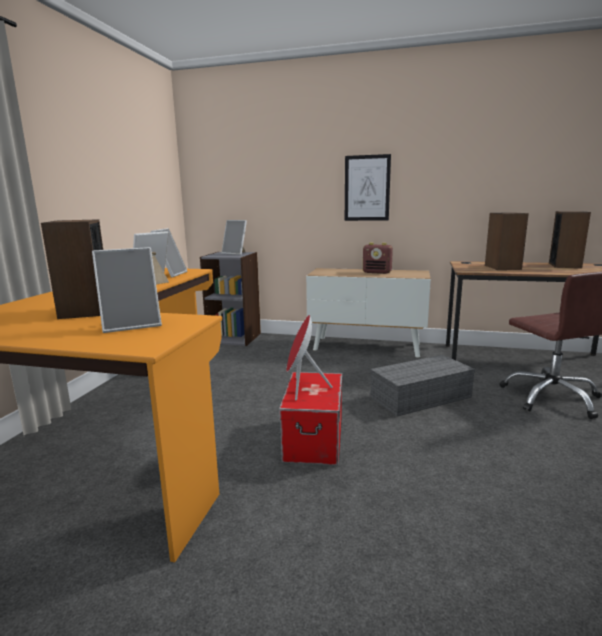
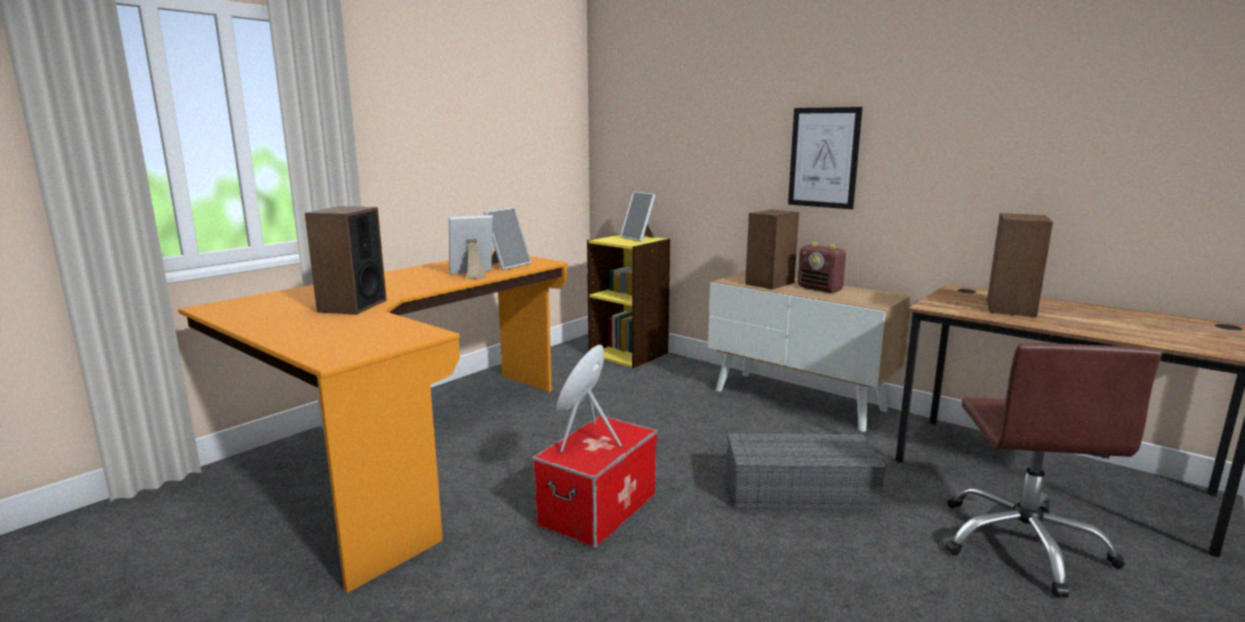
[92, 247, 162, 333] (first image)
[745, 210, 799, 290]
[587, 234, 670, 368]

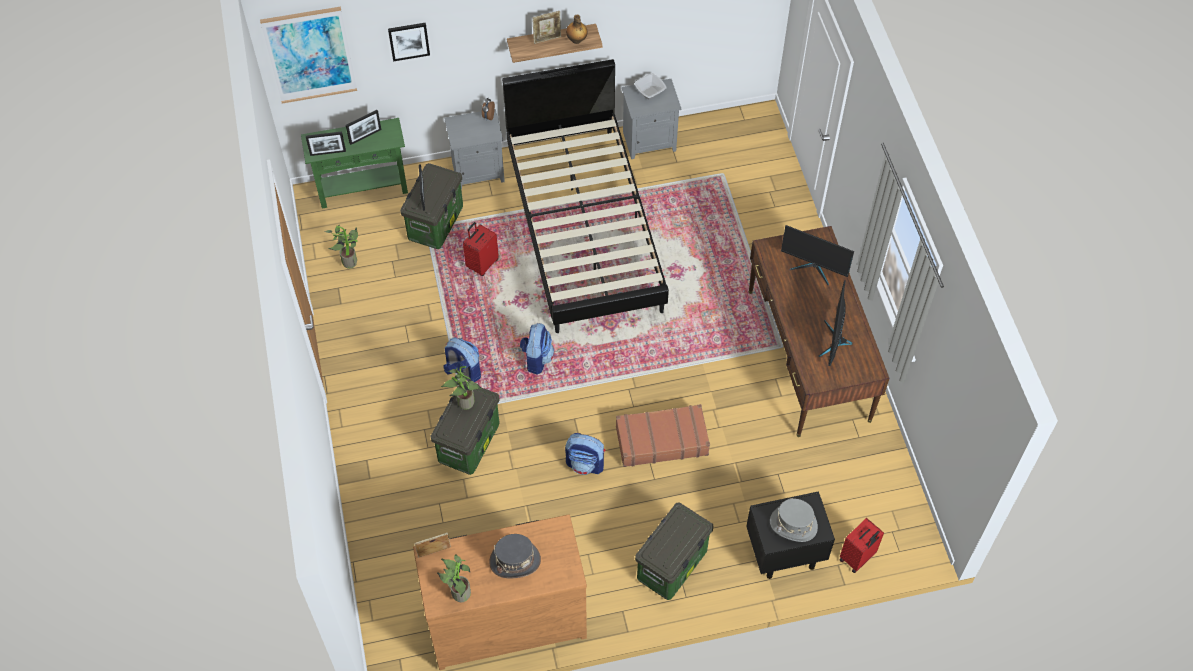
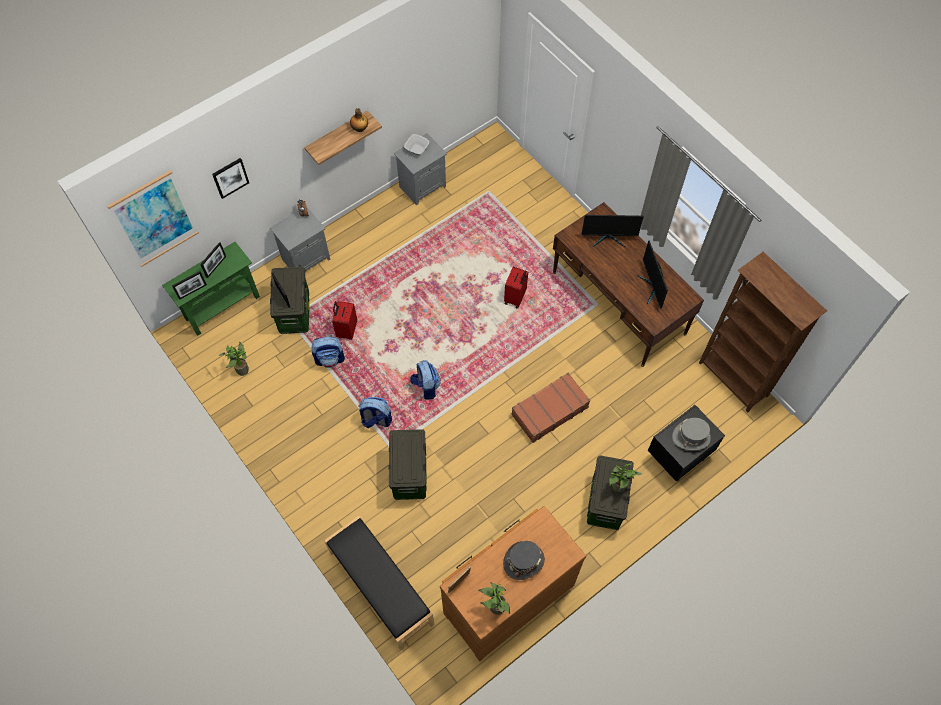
[502, 59, 669, 333] (first image)
[532, 11, 561, 44] (first image)
[324, 516, 434, 651]
[699, 252, 827, 413]
[609, 463, 643, 492]
[311, 337, 345, 368]
[504, 267, 528, 309]

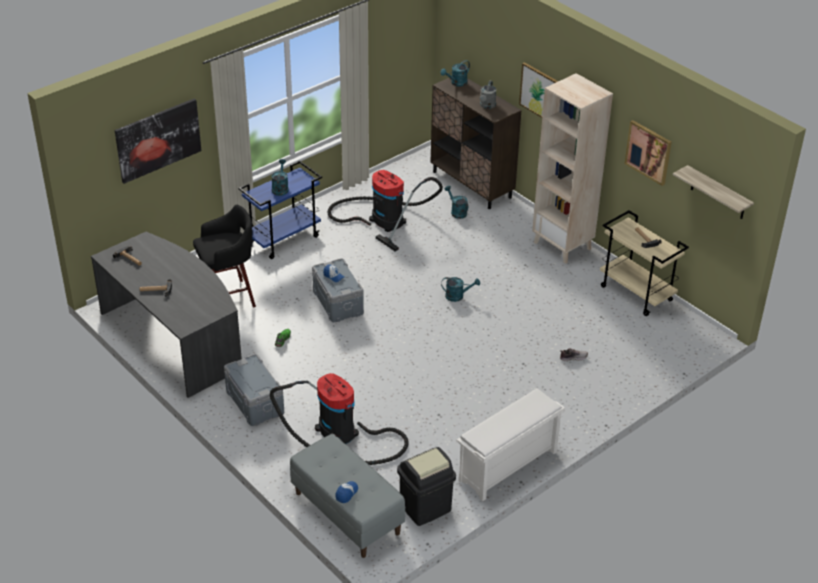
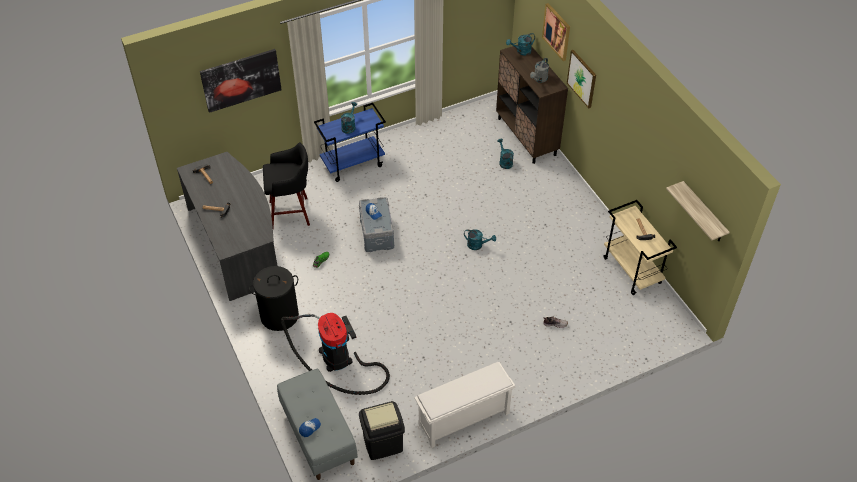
[328, 170, 443, 251] (first image)
[532, 73, 613, 264] (first image)
[542, 3, 570, 61]
[249, 266, 299, 331]

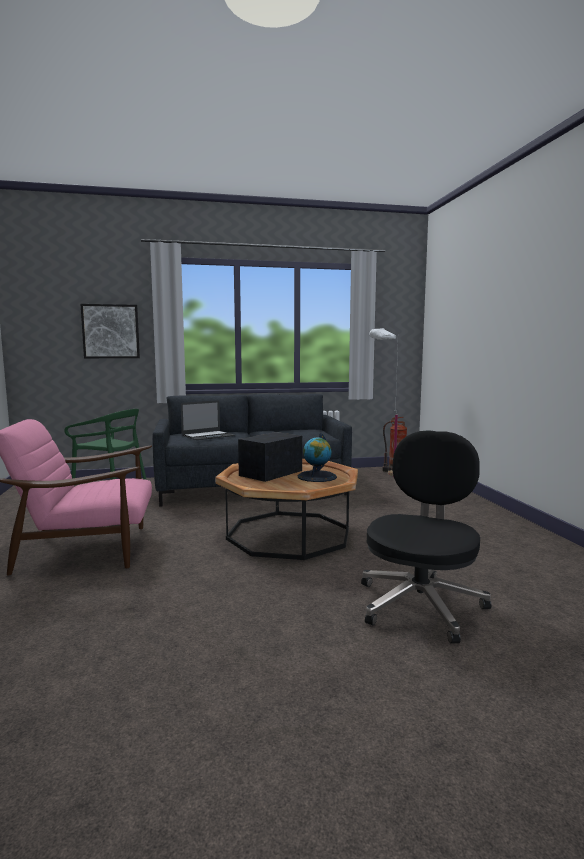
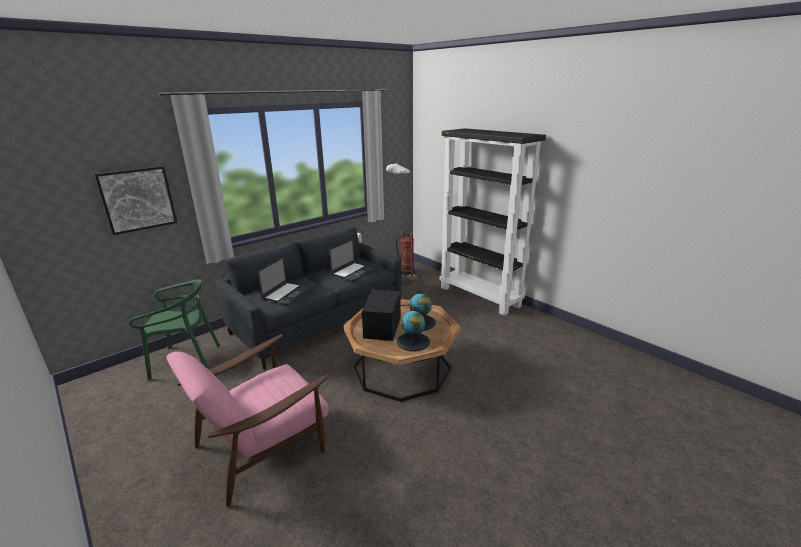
[361, 430, 492, 644] (first image)
[329, 239, 374, 281]
[397, 306, 430, 351]
[439, 128, 546, 316]

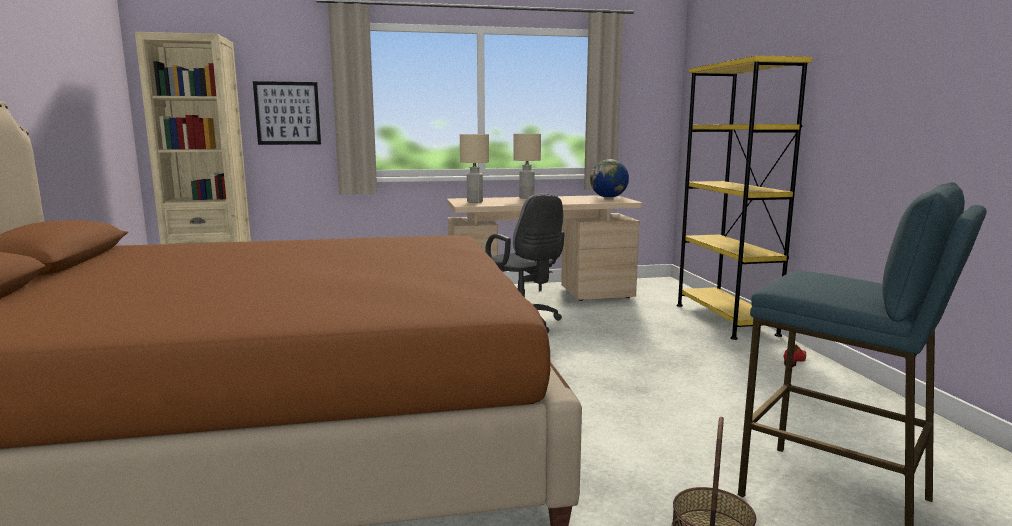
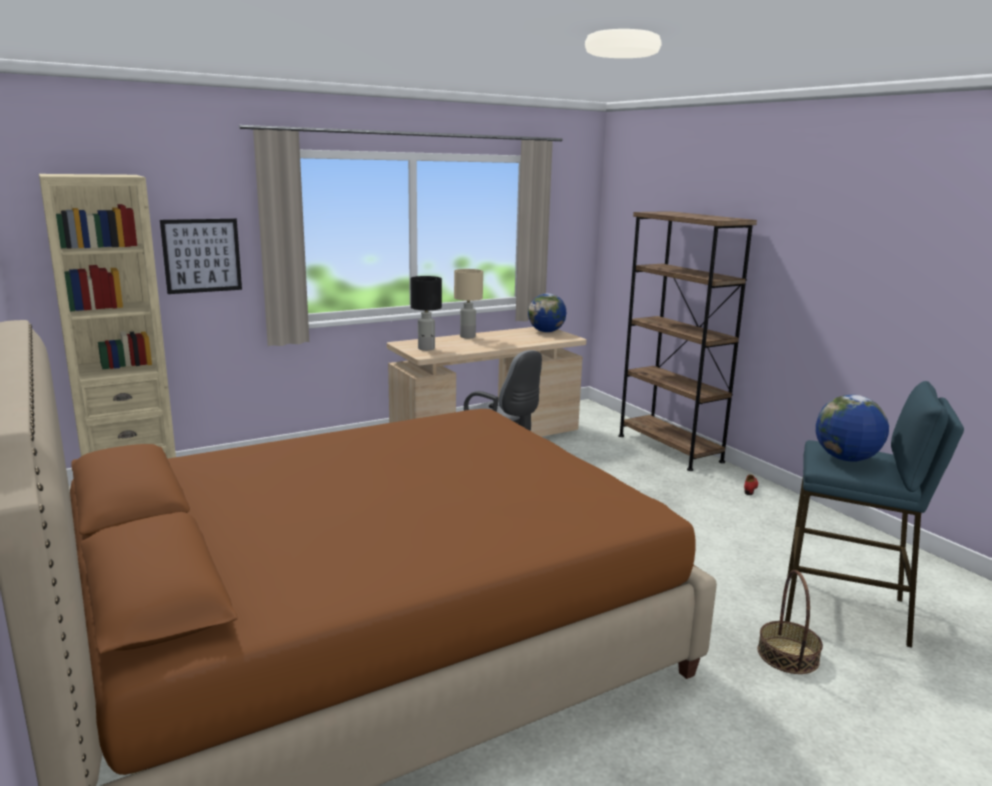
[816, 395, 889, 461]
[411, 276, 442, 351]
[618, 211, 757, 471]

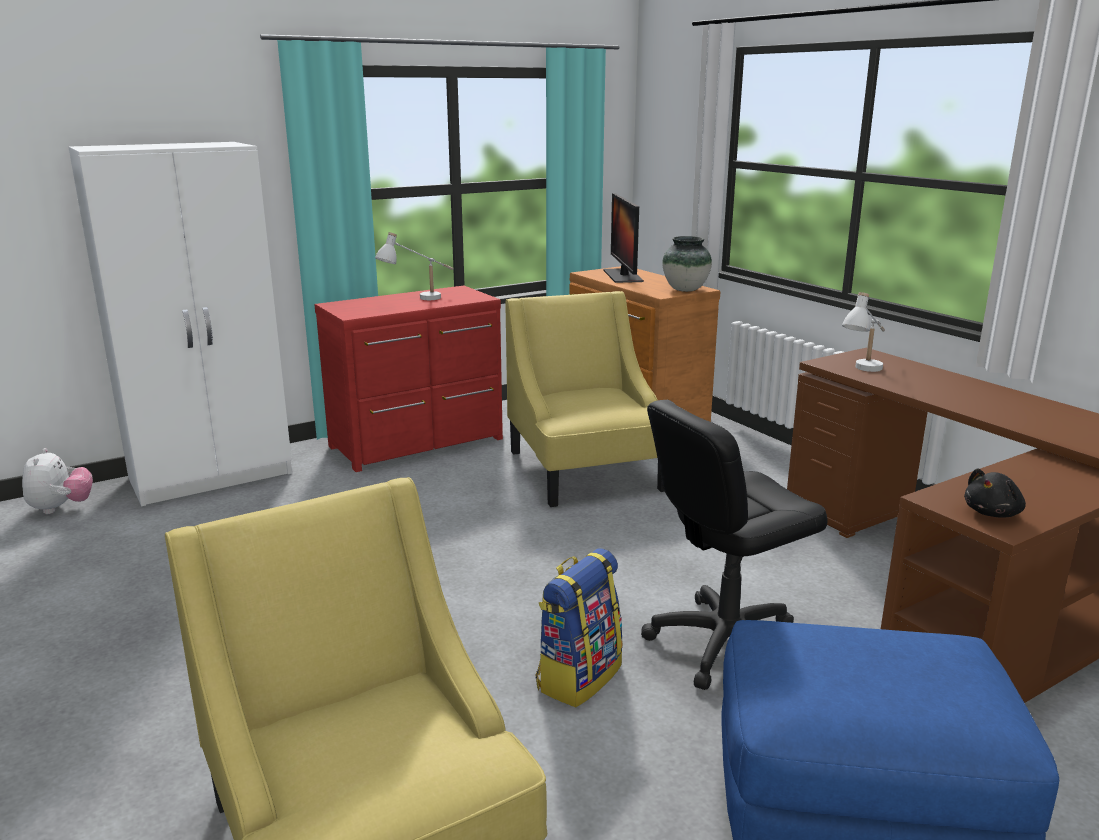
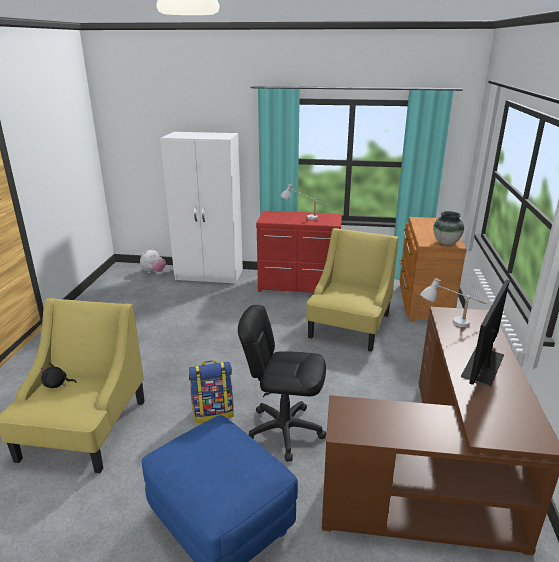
[461, 280, 510, 387]
[41, 363, 76, 388]

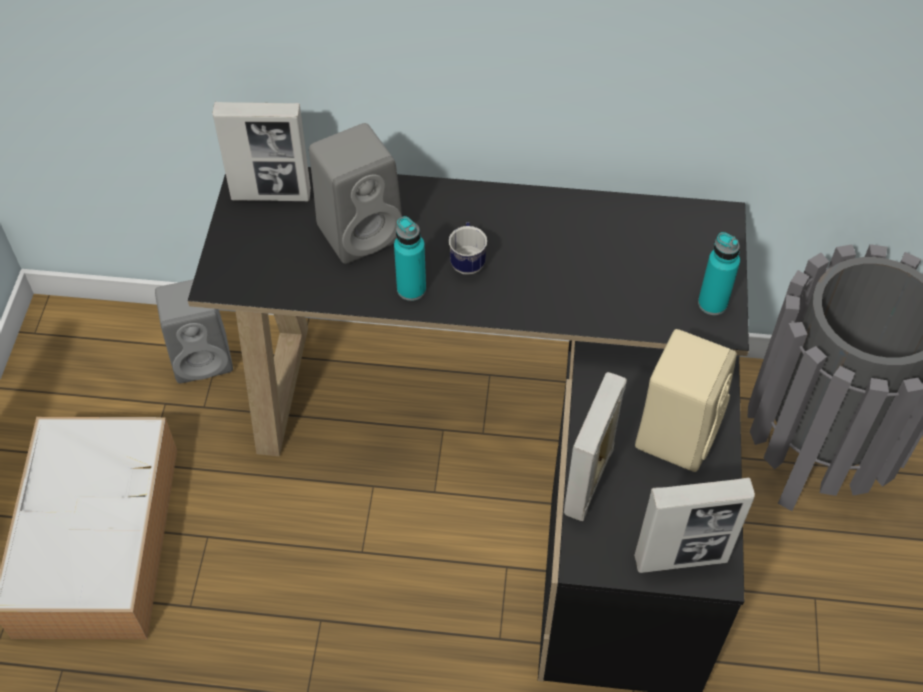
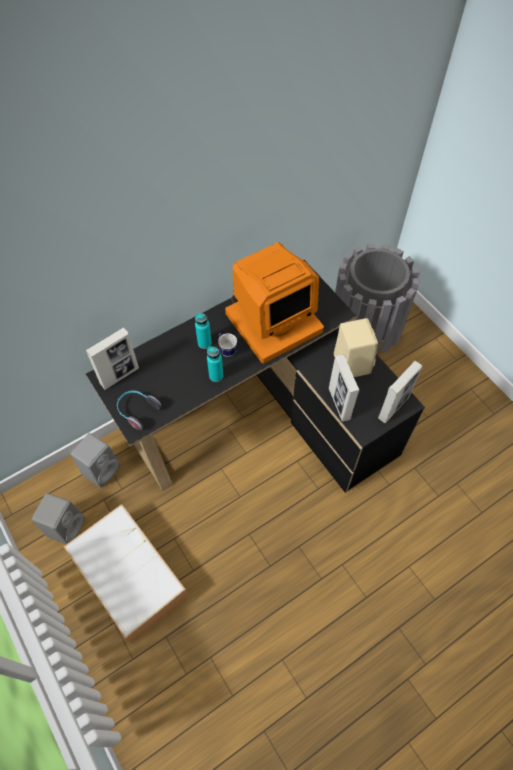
[117, 391, 162, 430]
[225, 242, 324, 364]
[32, 493, 85, 544]
[195, 313, 212, 349]

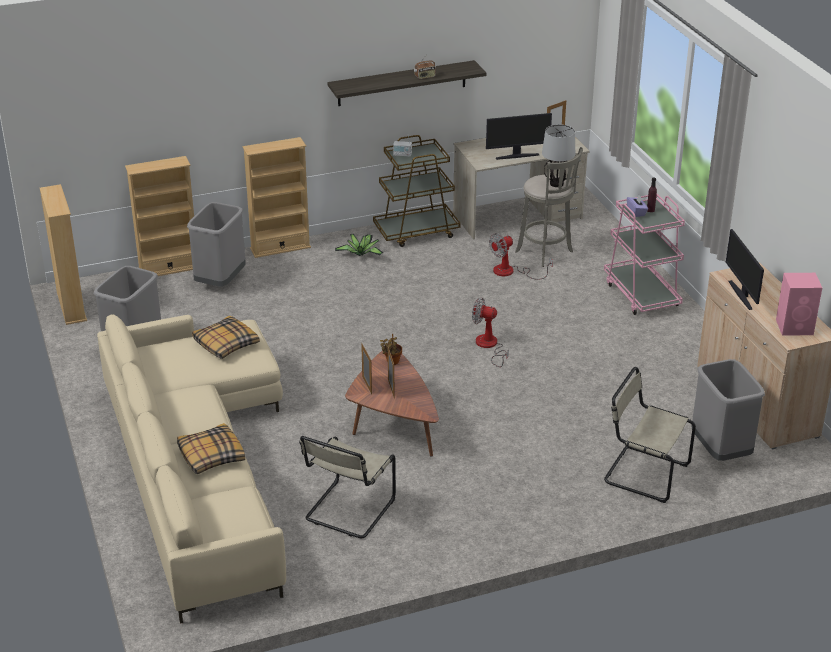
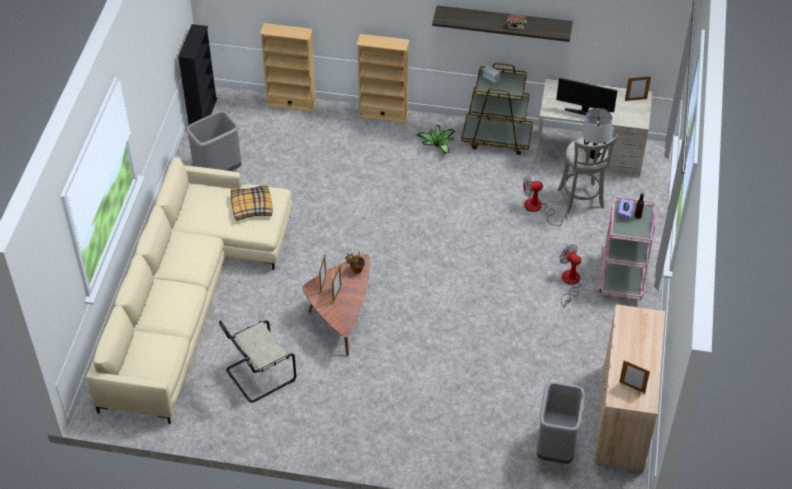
[177, 423, 245, 474] (first image)
[187, 202, 246, 287] (first image)
[604, 367, 696, 503] (first image)
[726, 229, 764, 310] (first image)
[559, 244, 581, 307]
[619, 360, 650, 393]
[178, 24, 217, 125]

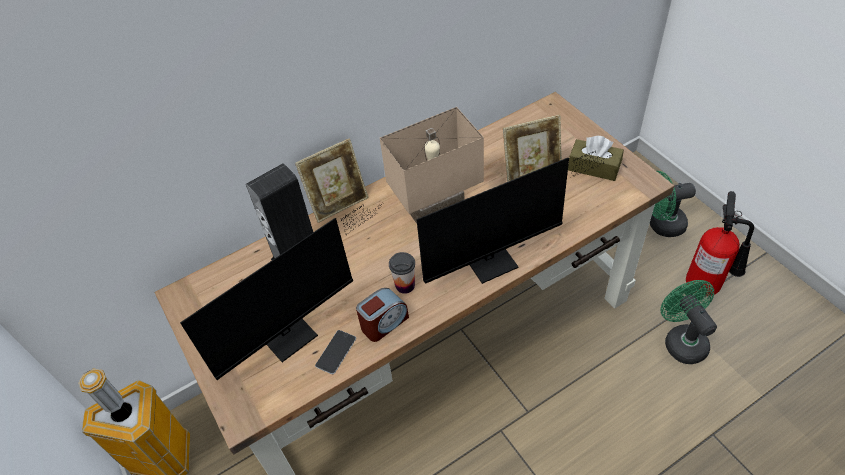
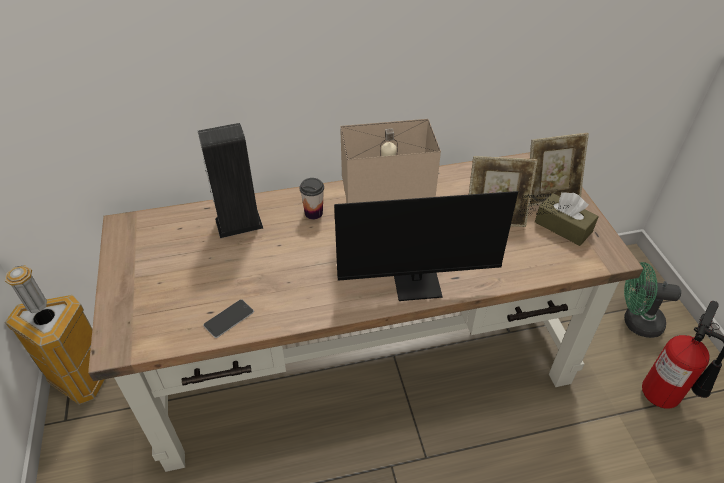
[180, 203, 383, 380] (first image)
[356, 288, 409, 342] (first image)
[661, 280, 717, 364] (first image)
[530, 133, 589, 206]
[300, 178, 324, 219]

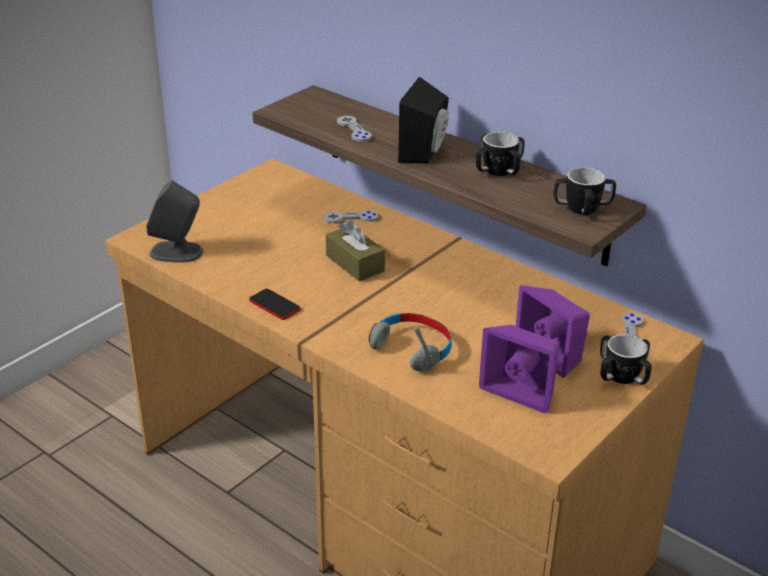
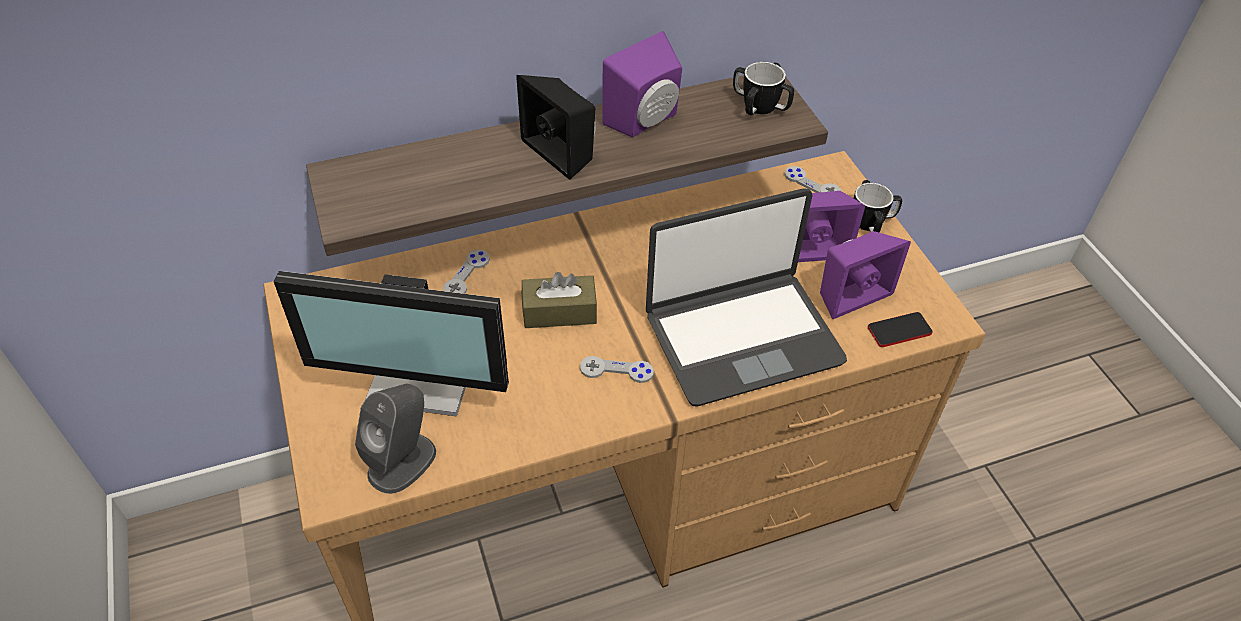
[274, 271, 509, 416]
[868, 312, 933, 347]
[580, 356, 654, 383]
[646, 188, 847, 406]
[602, 31, 682, 138]

